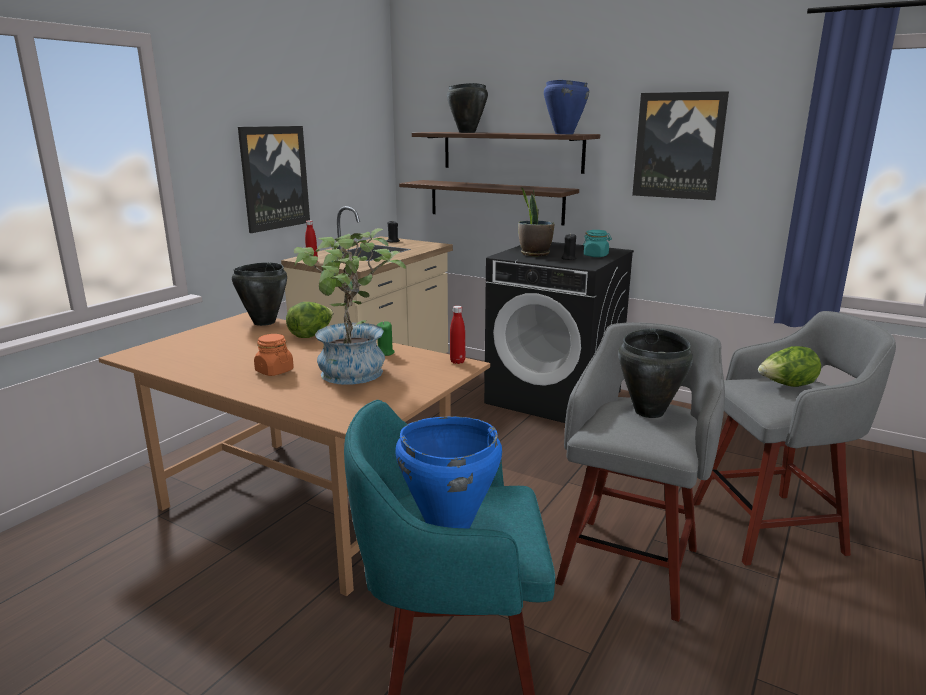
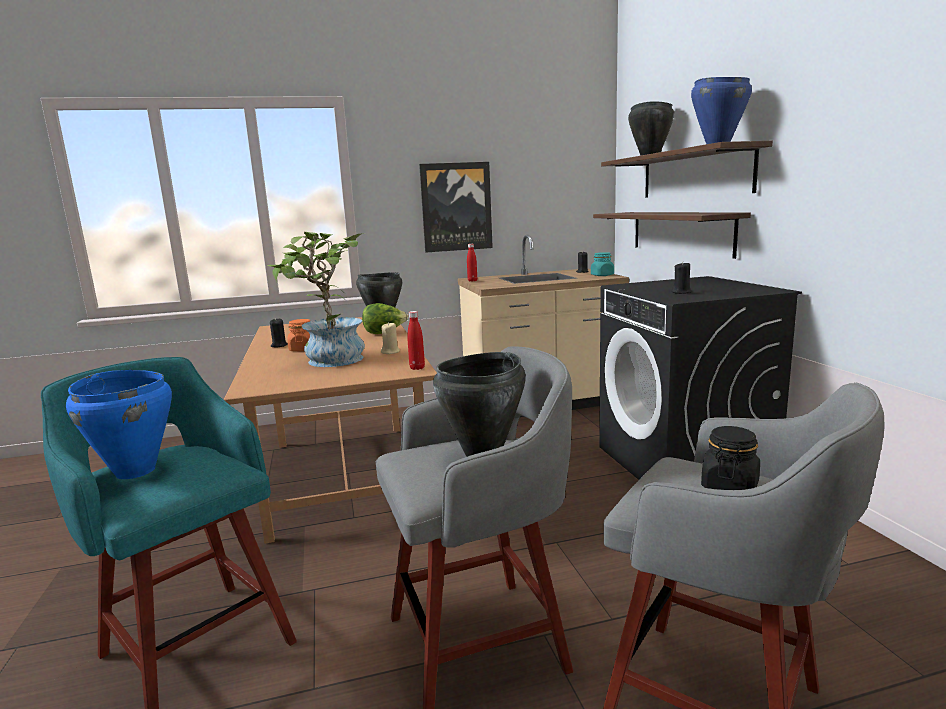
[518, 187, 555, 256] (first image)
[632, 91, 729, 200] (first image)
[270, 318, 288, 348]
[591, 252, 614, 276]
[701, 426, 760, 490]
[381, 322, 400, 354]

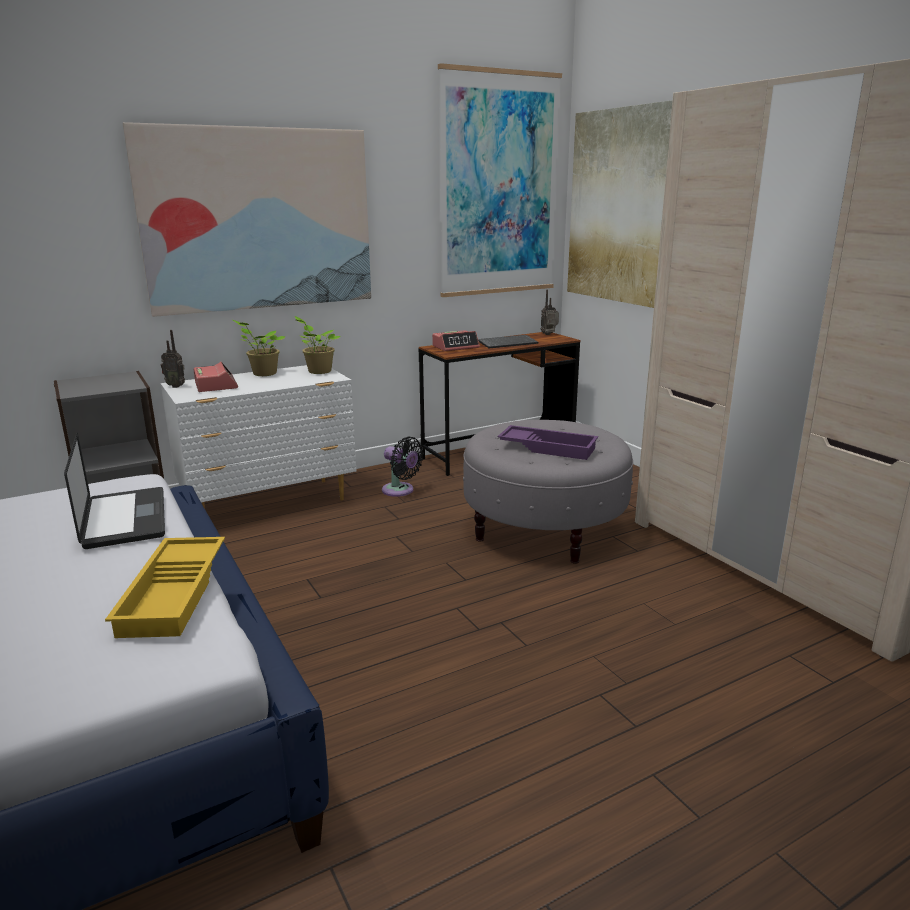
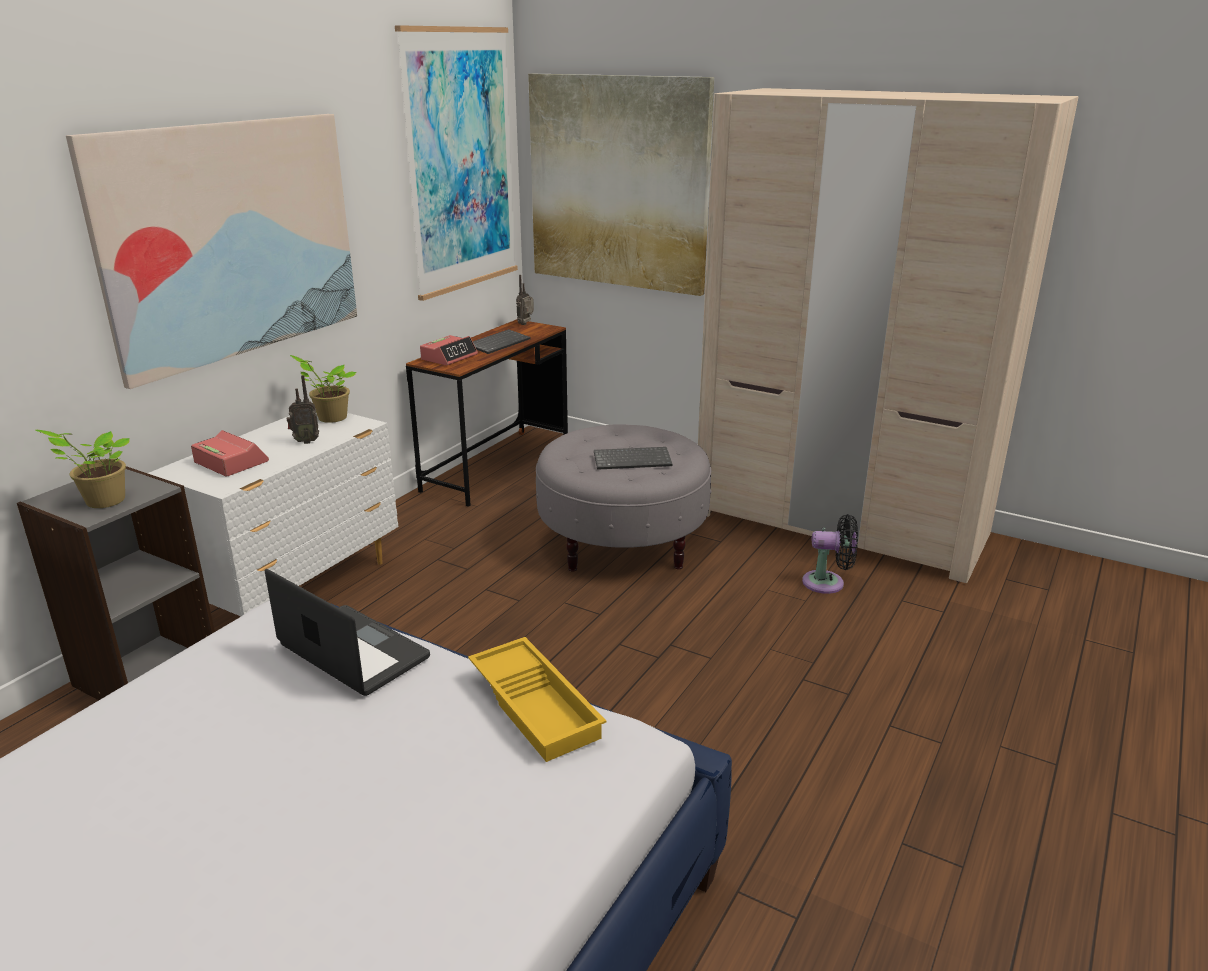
[286, 375, 319, 444]
[36, 430, 130, 508]
[802, 514, 858, 594]
[594, 447, 672, 470]

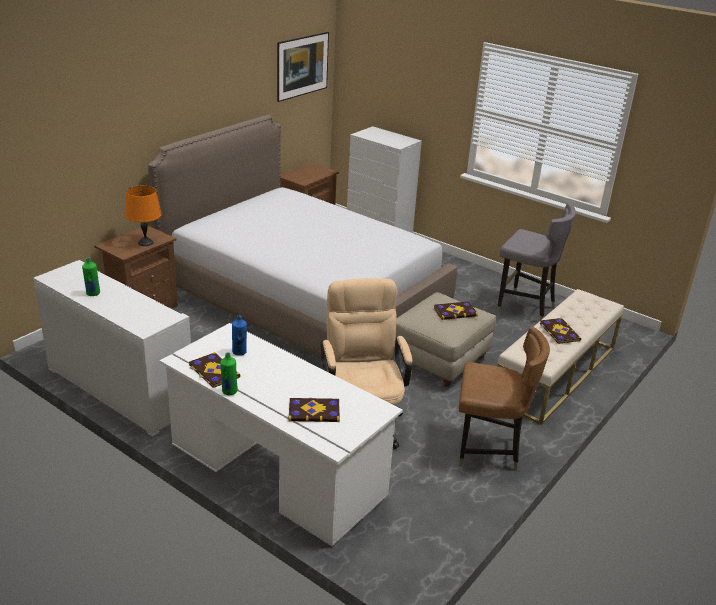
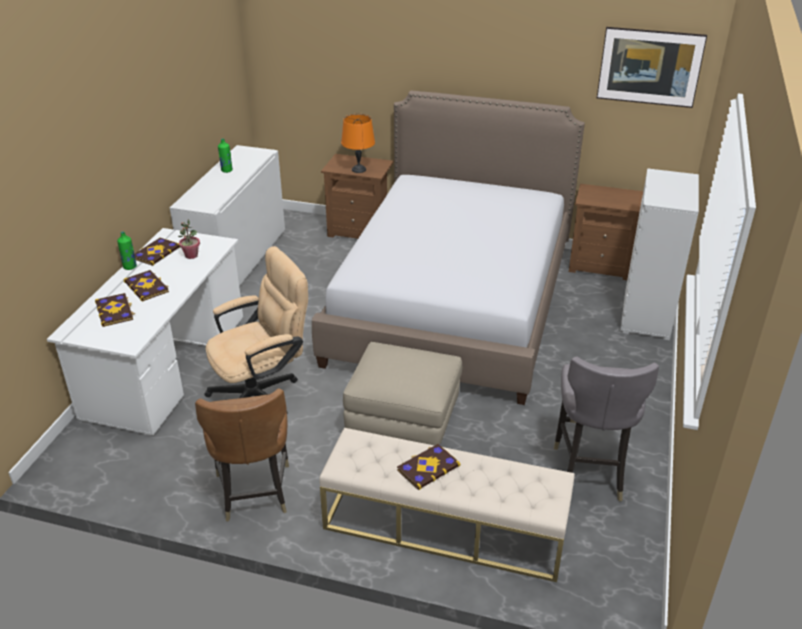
[124, 270, 169, 301]
[178, 219, 200, 259]

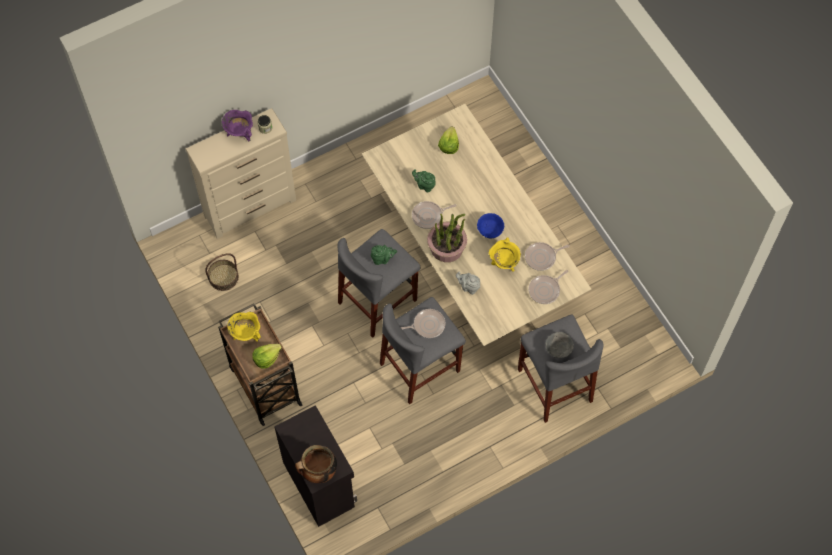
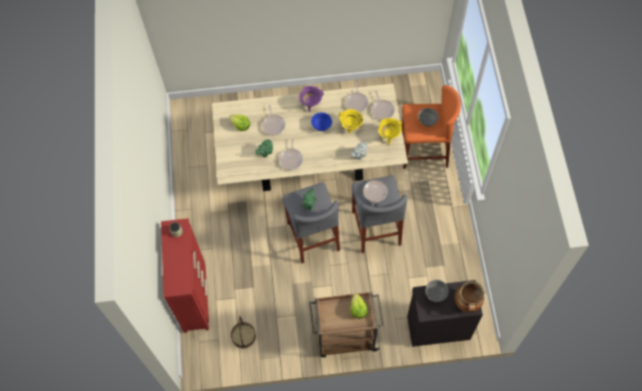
[427, 214, 467, 262] (first image)
[262, 105, 286, 136]
[426, 280, 449, 302]
[299, 86, 324, 112]
[378, 118, 402, 145]
[161, 218, 209, 333]
[402, 85, 461, 169]

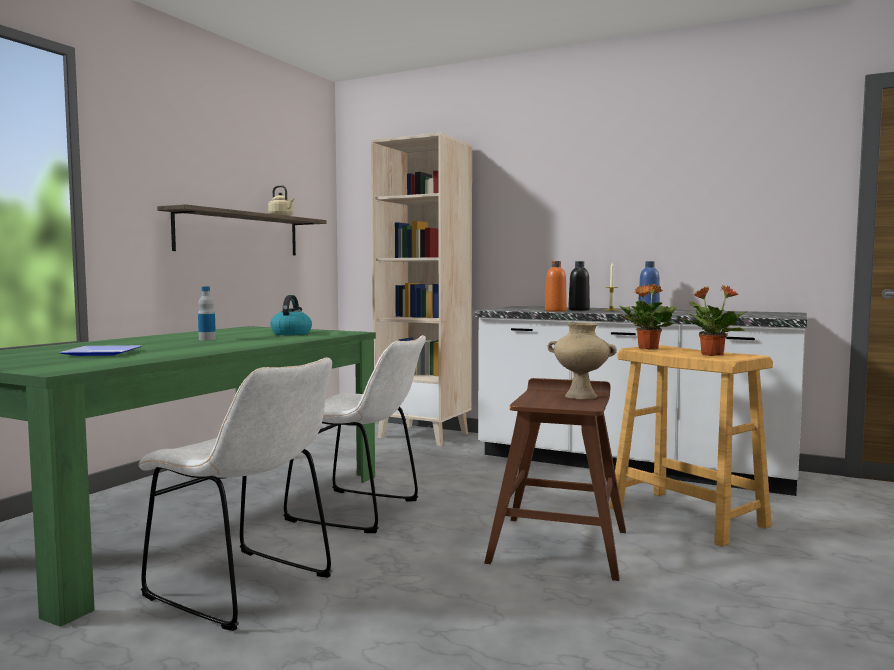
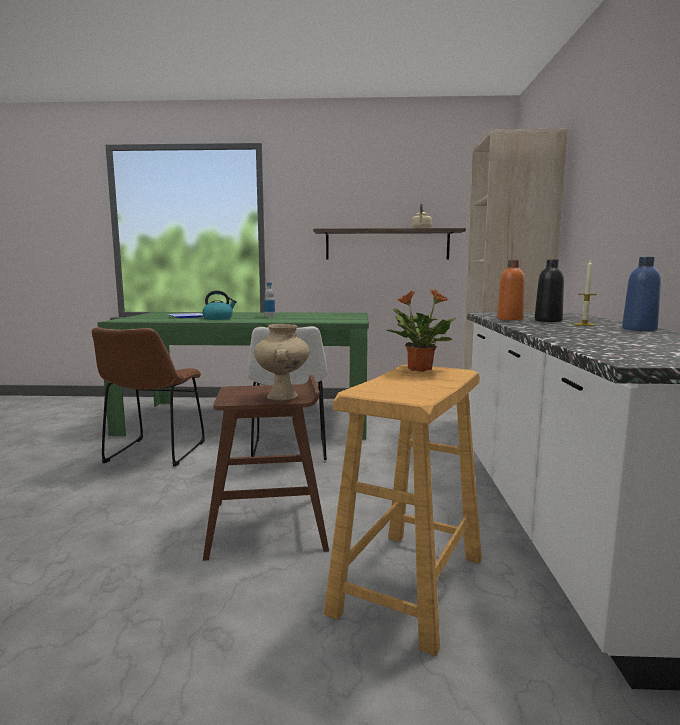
[681, 285, 748, 356] (first image)
[202, 290, 237, 320]
[92, 327, 205, 466]

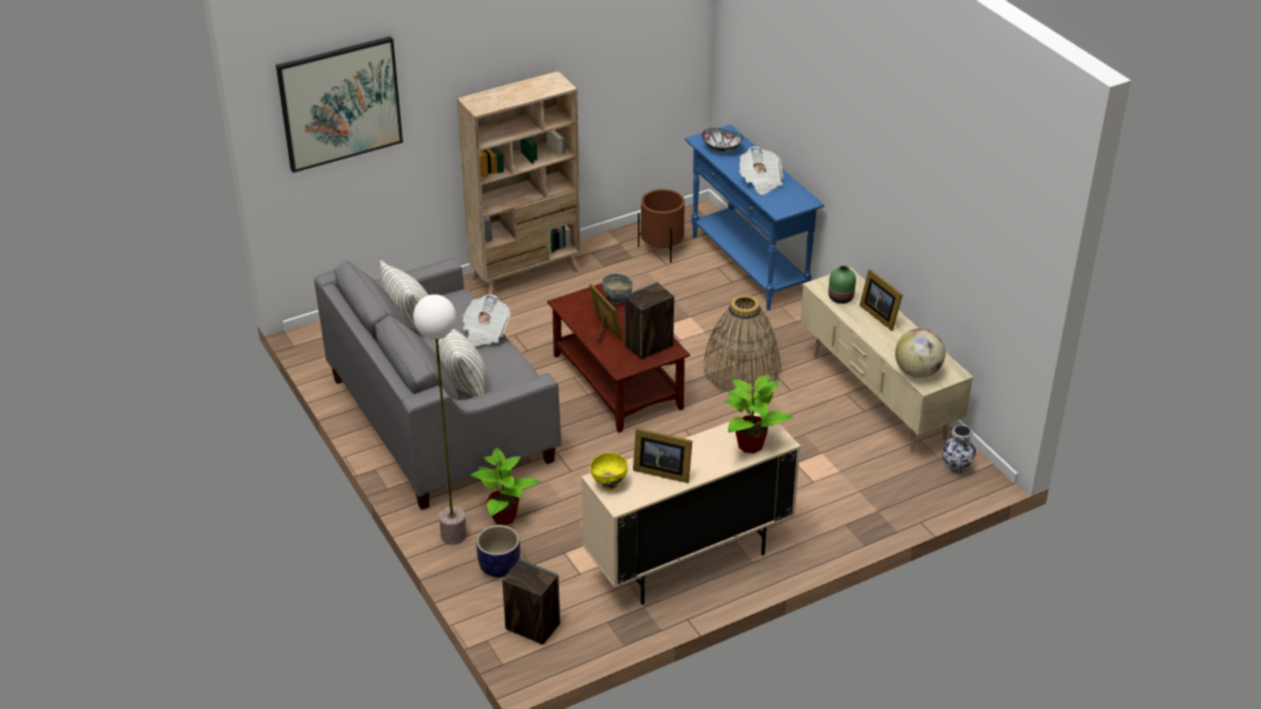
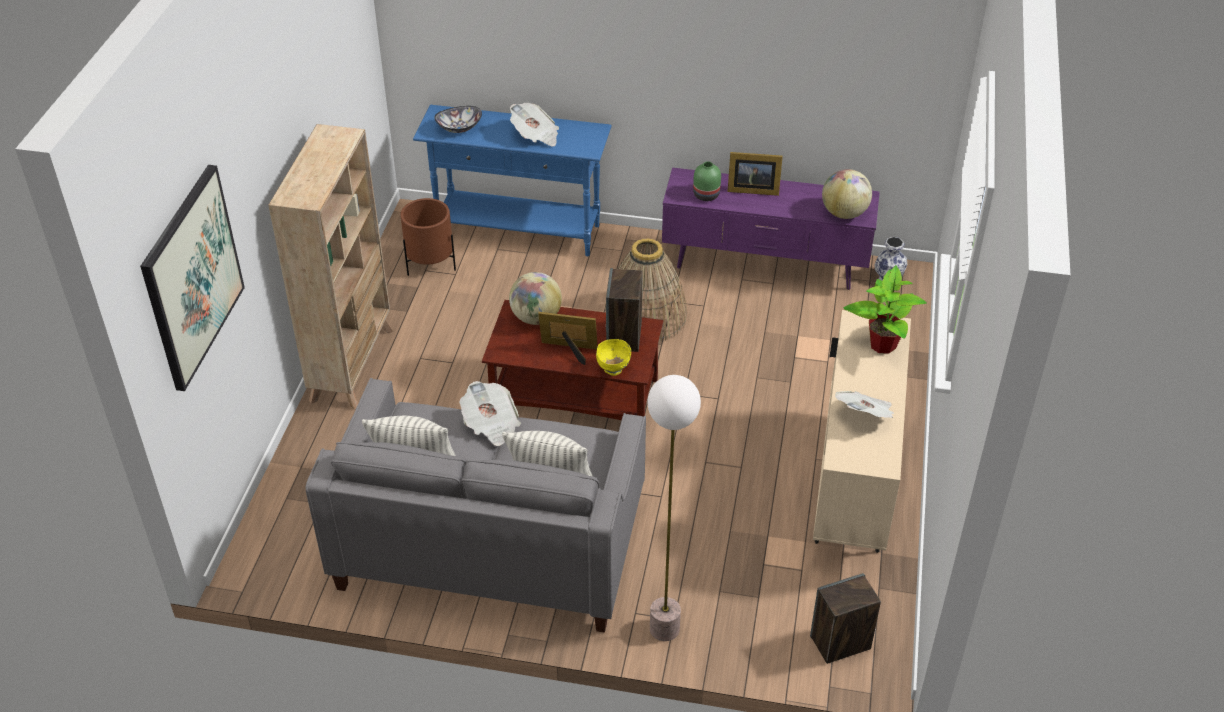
[470, 448, 540, 525] (first image)
[476, 525, 520, 578] (first image)
[596, 339, 631, 376]
[509, 272, 562, 325]
[835, 391, 894, 418]
[662, 168, 880, 290]

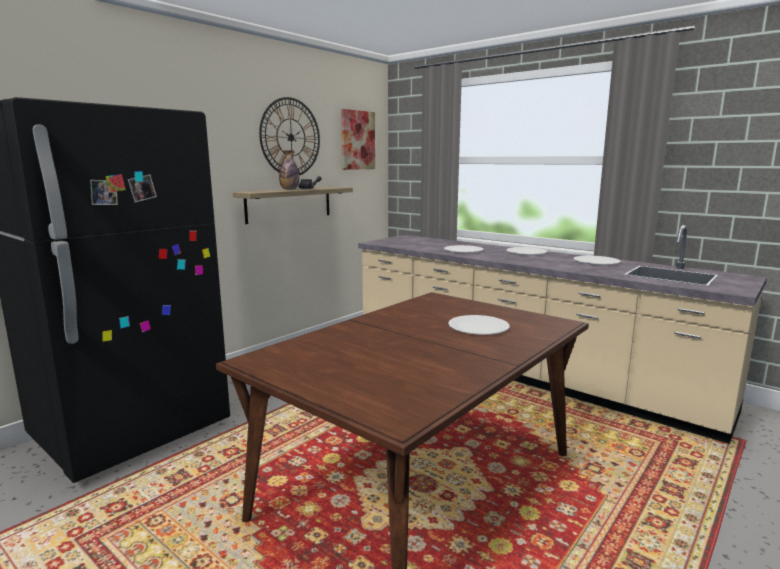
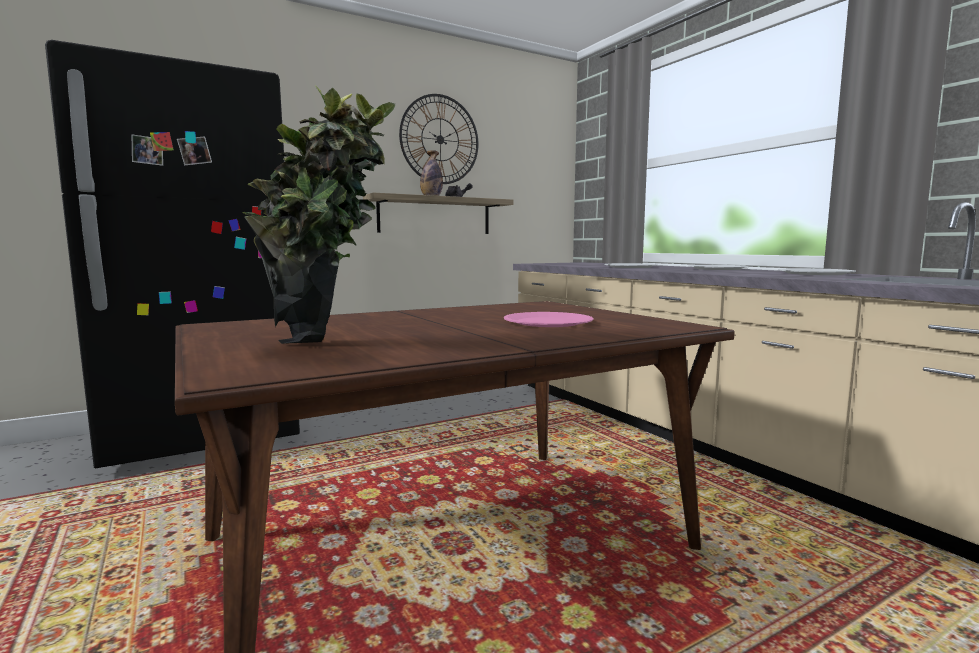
[341, 109, 375, 170] (first image)
[243, 85, 395, 344]
[504, 312, 594, 327]

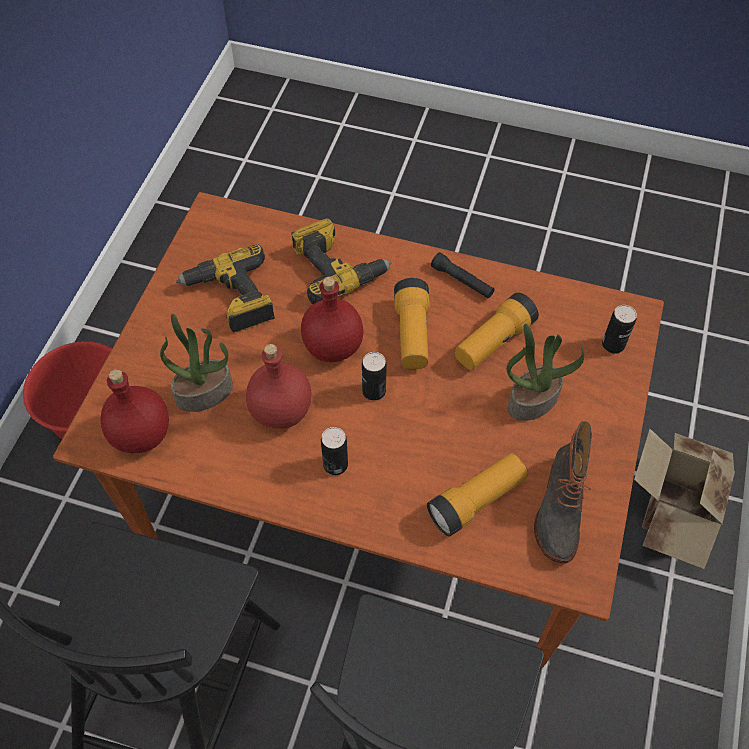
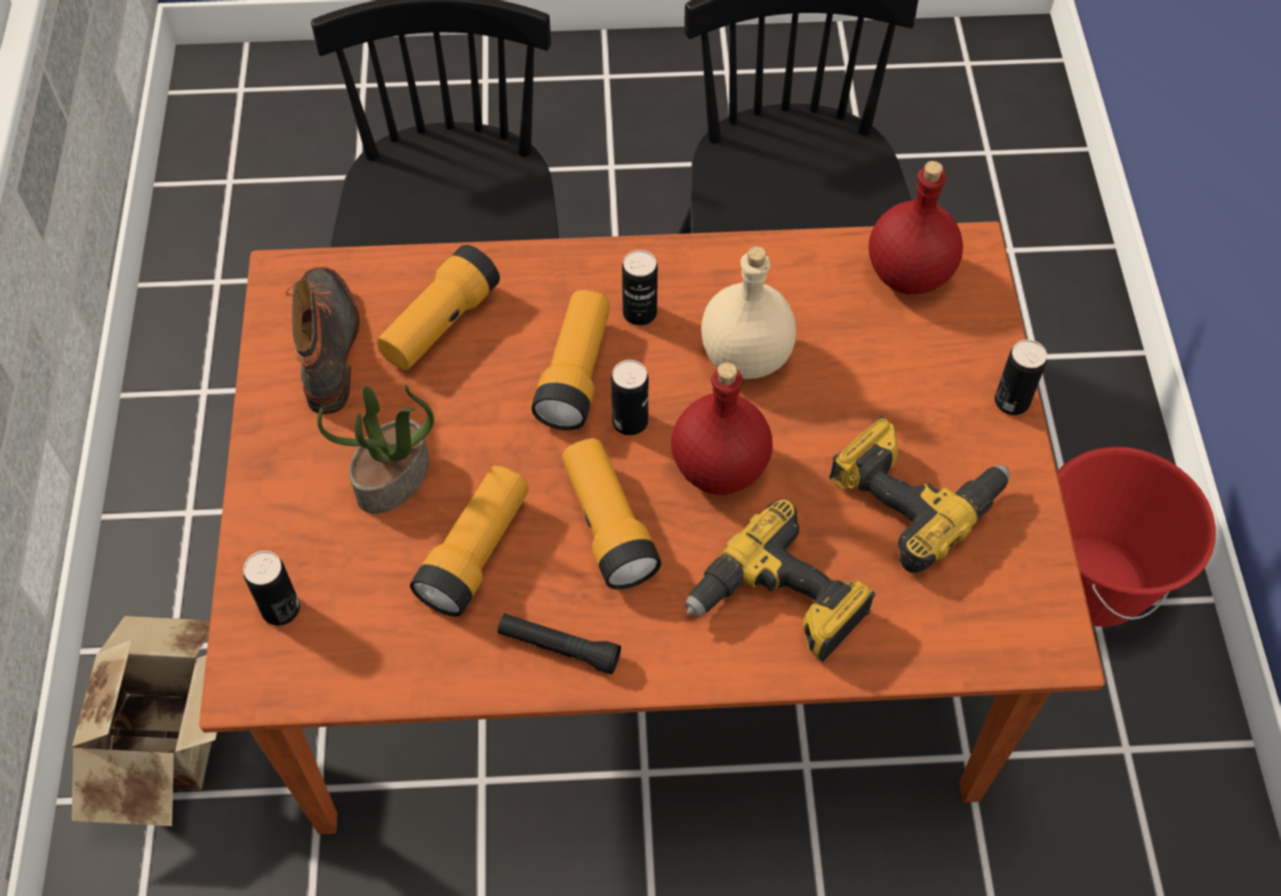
[160, 314, 233, 412] (first image)
[532, 290, 610, 430]
[995, 340, 1047, 415]
[701, 246, 796, 379]

